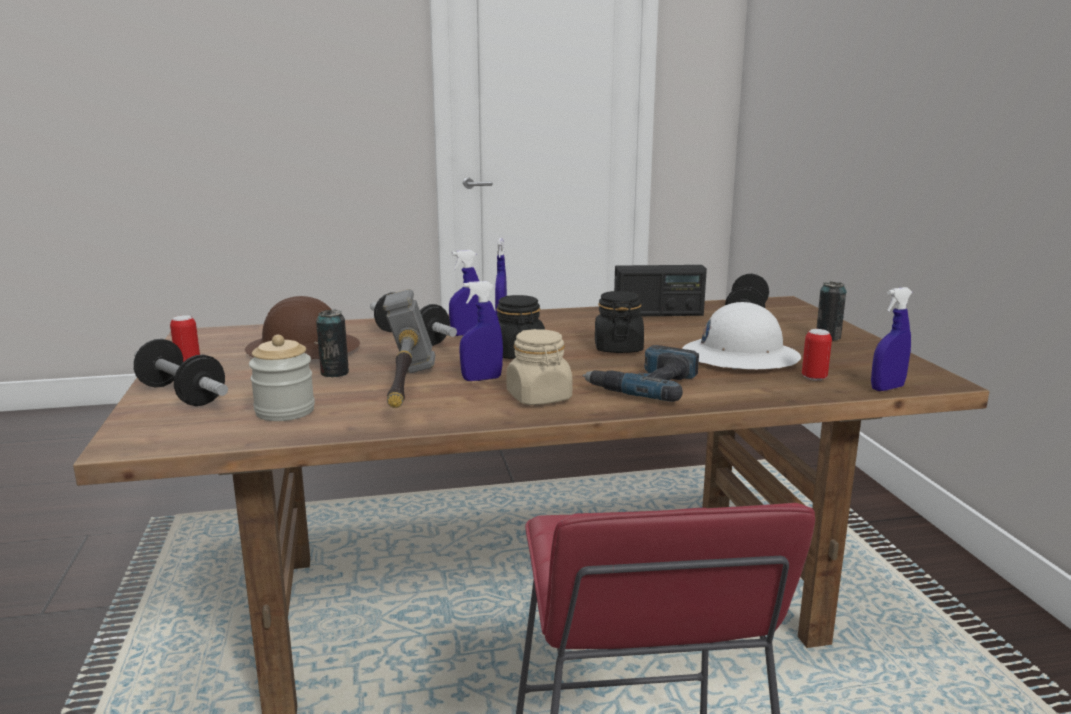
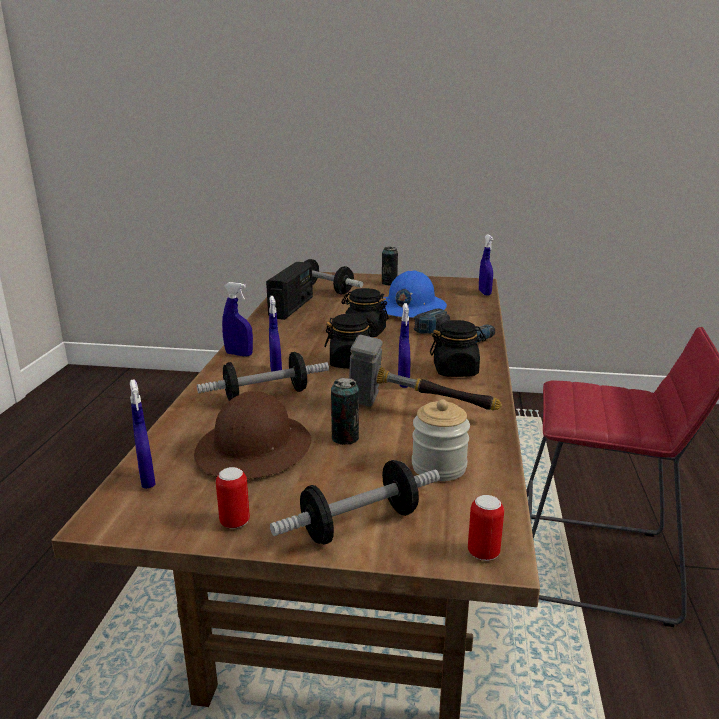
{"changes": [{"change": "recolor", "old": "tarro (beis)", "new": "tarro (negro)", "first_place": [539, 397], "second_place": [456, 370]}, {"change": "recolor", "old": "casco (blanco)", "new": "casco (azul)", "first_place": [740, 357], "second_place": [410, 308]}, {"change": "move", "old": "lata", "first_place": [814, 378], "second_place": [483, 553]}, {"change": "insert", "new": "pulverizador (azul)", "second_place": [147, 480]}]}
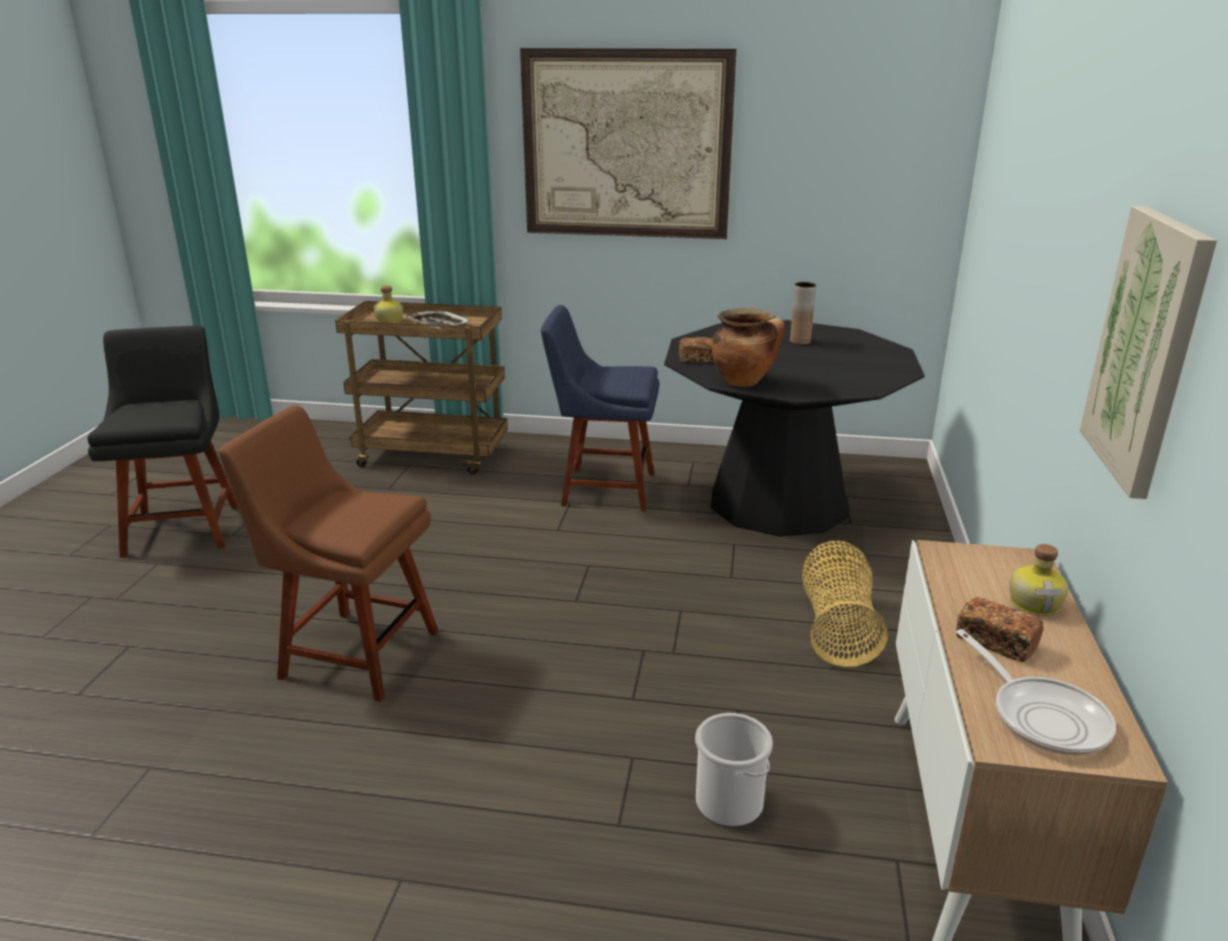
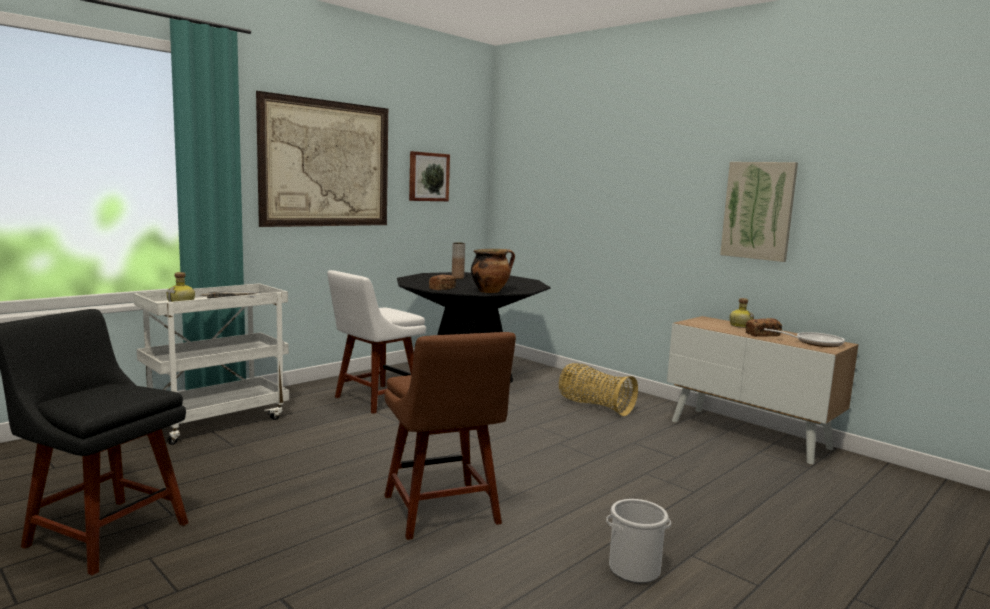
{"changes": [{"change": "rotate", "old": "silla (marrón)", "first_place": [353, 652], "second_place": [443, 512], "degrees": -75}, {"change": "recolor", "old": "carrito (marrón)", "new": "carrito (blanco)", "first_place": [434, 455], "second_place": [218, 421]}, {"change": "recolor", "old": "silla (azul)", "new": "silla (blanco)", "first_place": [602, 488], "second_place": [374, 399]}, {"change": "move", "old": "cubo", "first_place": [730, 802], "second_place": [634, 569]}, {"change": "insert", "new": "cuadro", "second_place": [428, 177]}]}
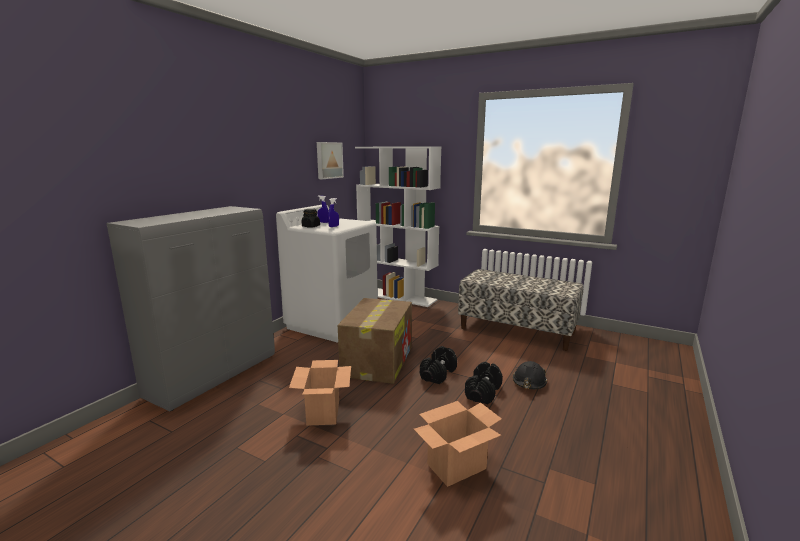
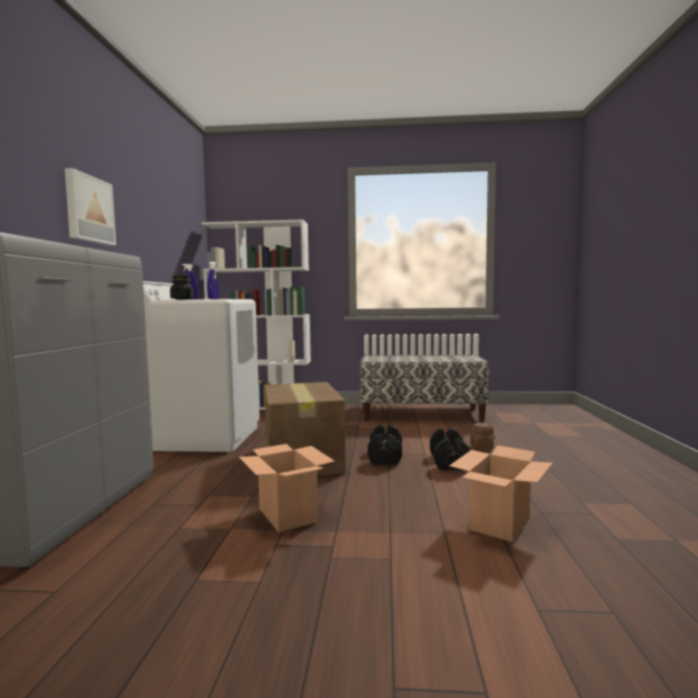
{"changes": [{"change": "move", "old": "cuadro", "first_place": [328, 160], "second_place": [88, 209]}, {"change": "replace", "old": "casco (negro)", "new": "tarro (marrón)", "first_place": [529, 382], "second_place": [481, 447]}]}
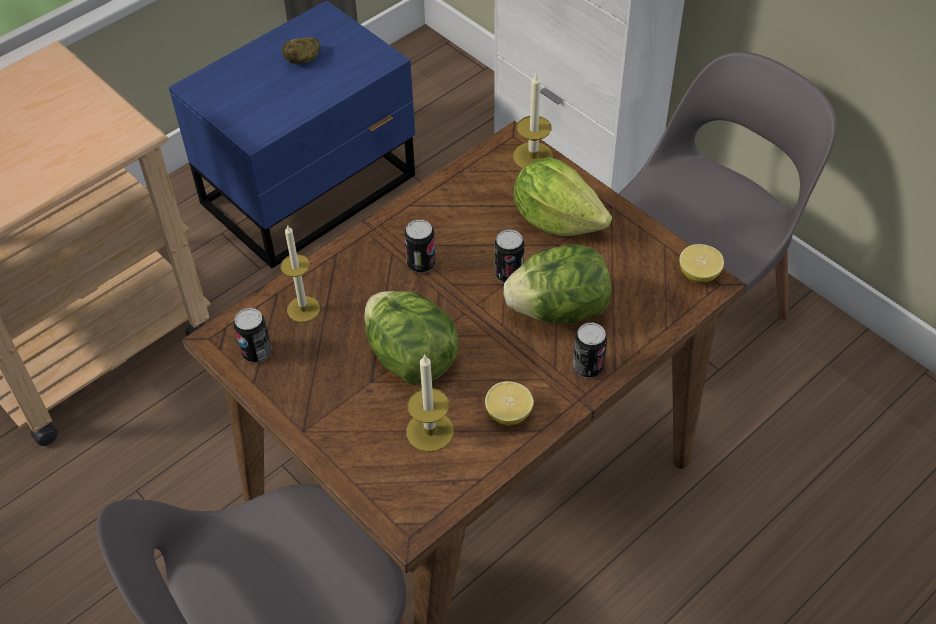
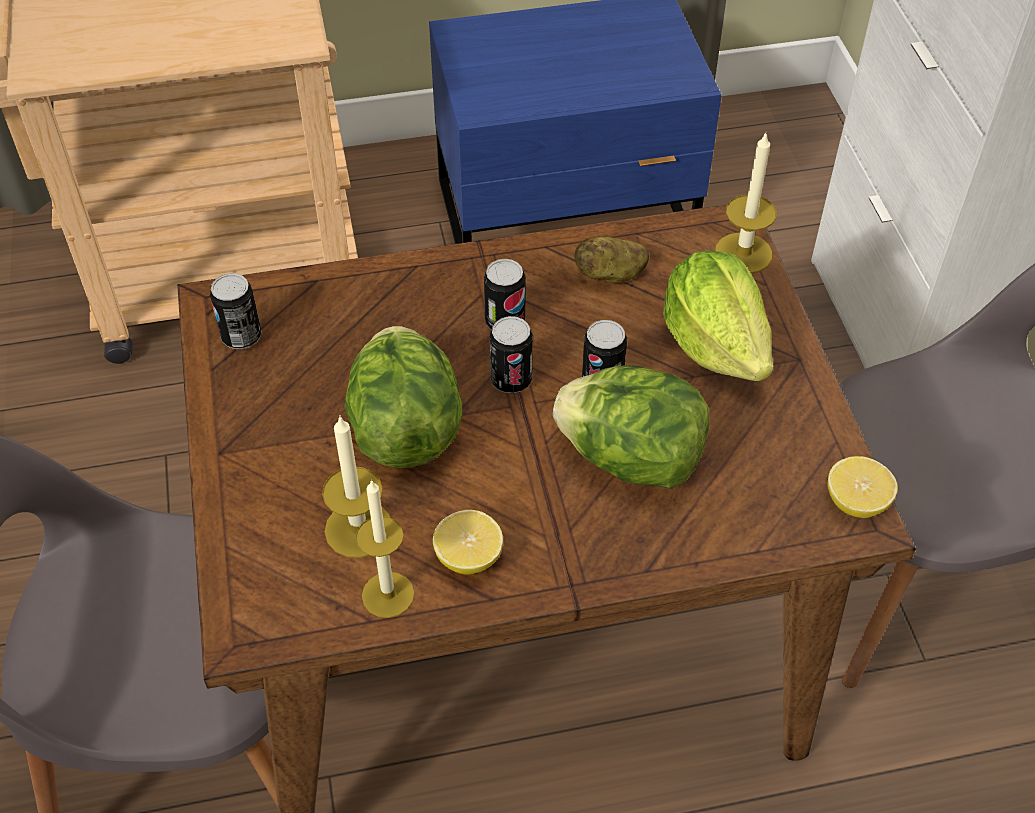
{"changes": [{"change": "move", "old": "vela", "first_place": [303, 309], "second_place": [388, 594]}, {"change": "move", "old": "patata", "first_place": [303, 59], "second_place": [610, 275]}, {"change": "move", "old": "lata", "first_place": [588, 367], "second_place": [511, 380]}]}
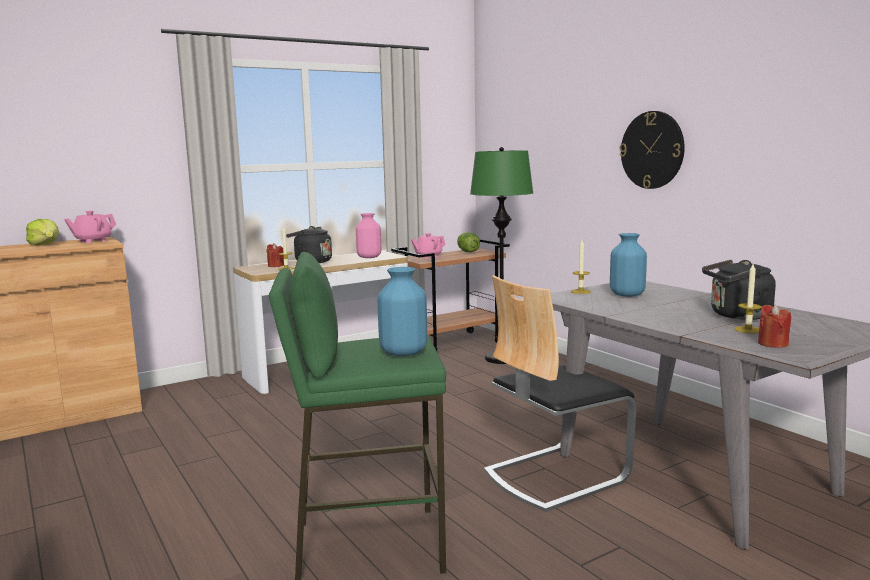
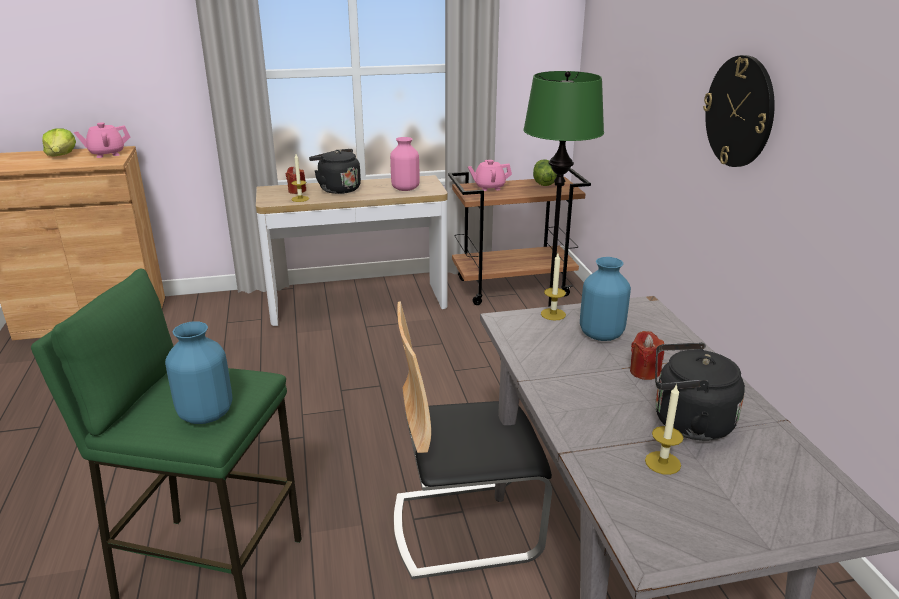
{"changes": [{"change": "move", "old": "vela (rojo)", "first_place": [772, 344], "second_place": [644, 372]}]}
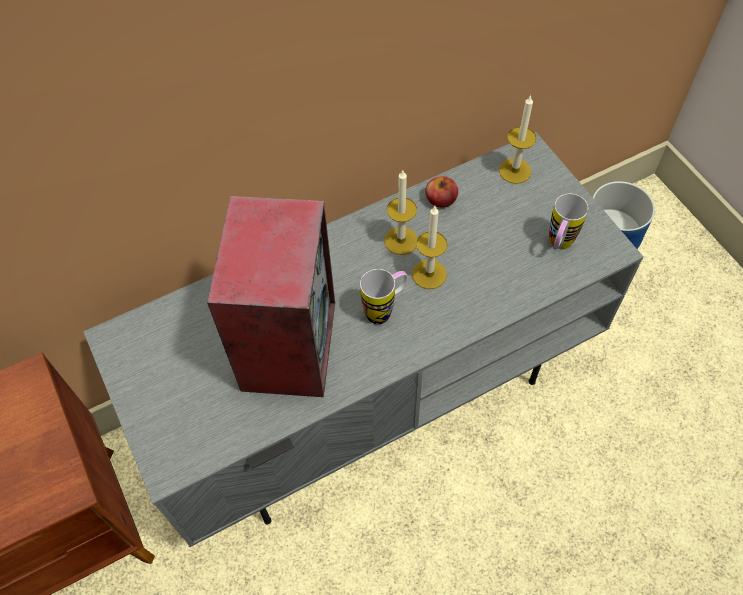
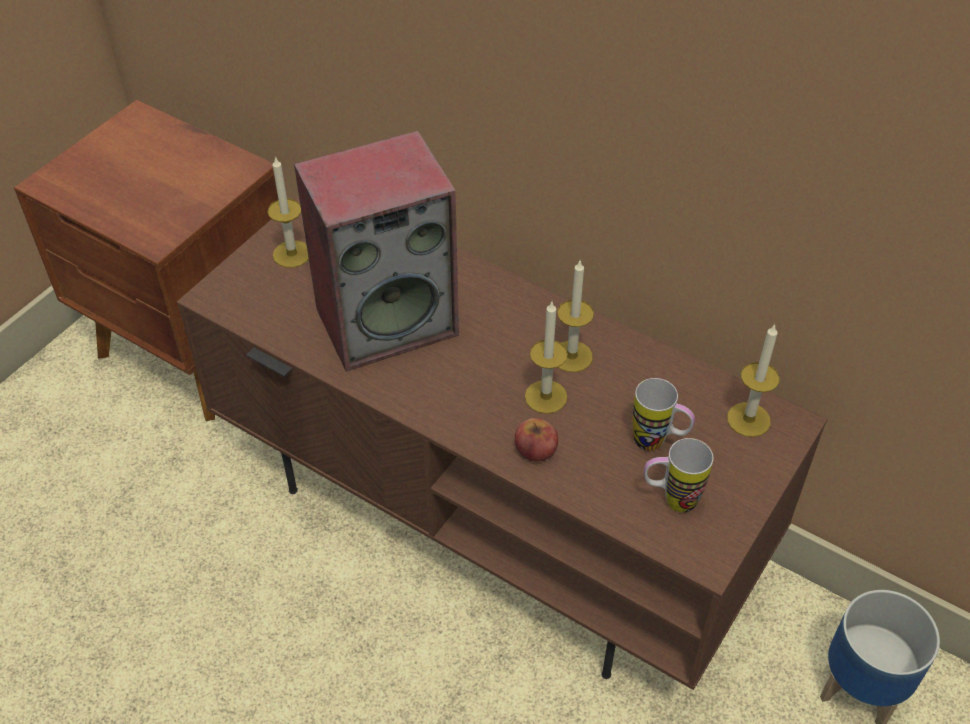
{"changes": [{"change": "recolor", "old": "mueble de televisión (gris)", "new": "mueble de televisión (marrón)", "first_place": [374, 391], "second_place": [491, 517]}, {"change": "move", "old": "taza grande", "first_place": [385, 310], "second_place": [658, 443]}, {"change": "move", "old": "manzana", "first_place": [441, 199], "second_place": [535, 449]}, {"change": "insert", "new": "vela", "second_place": [292, 254]}]}
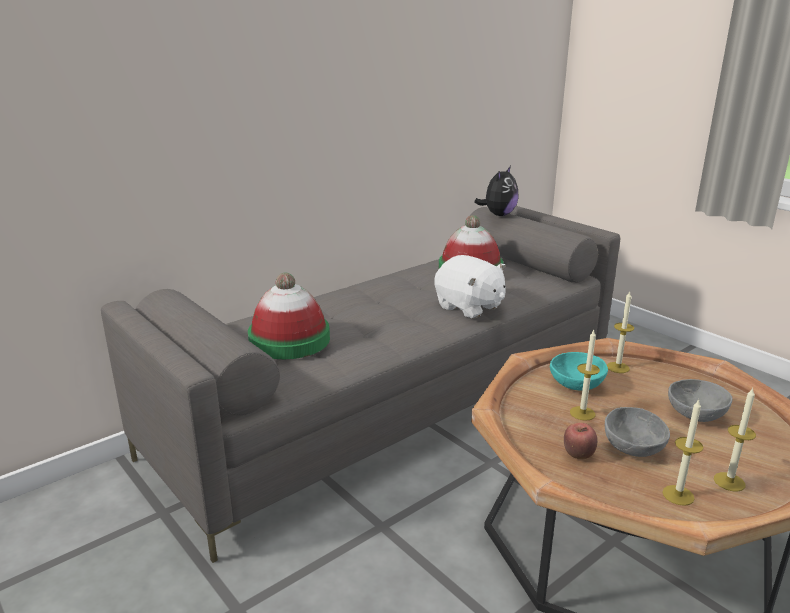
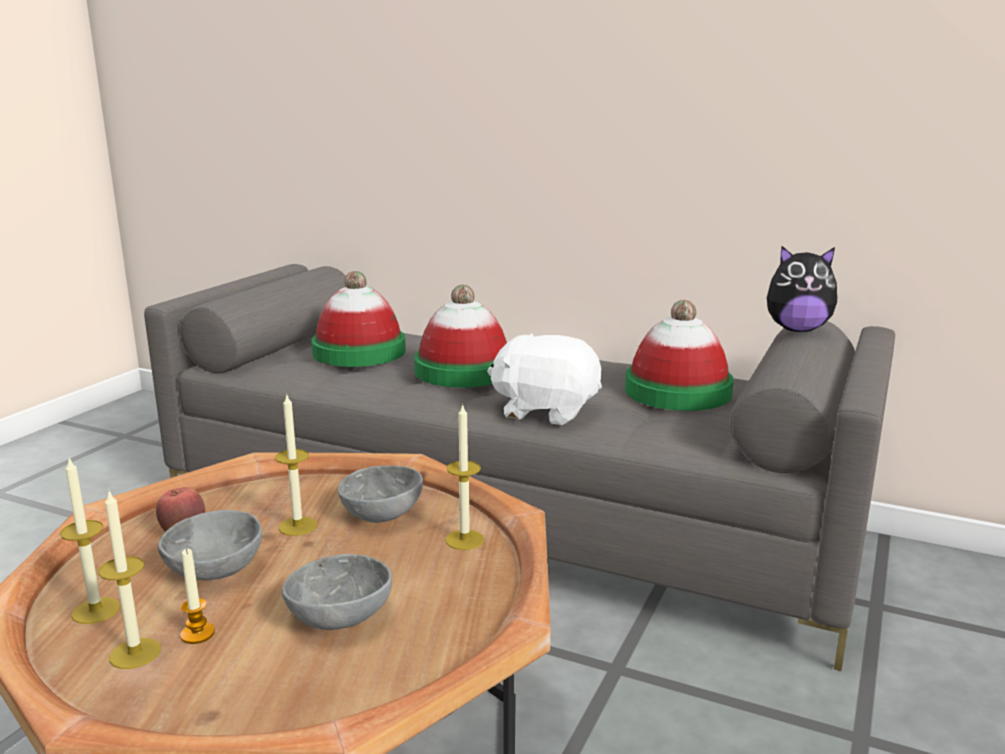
{"changes": [{"change": "rotate", "old": "peluche (blanco)", "first_place": [469, 307], "second_place": [546, 410], "degrees": 90}, {"change": "recolor", "old": "cuenco (turquesa)", "new": "cuenco (gris)", "first_place": [576, 385], "second_place": [380, 514]}, {"change": "insert", "new": "vela", "second_place": [197, 634]}, {"change": "insert", "new": "sombrero", "second_place": [464, 370]}]}
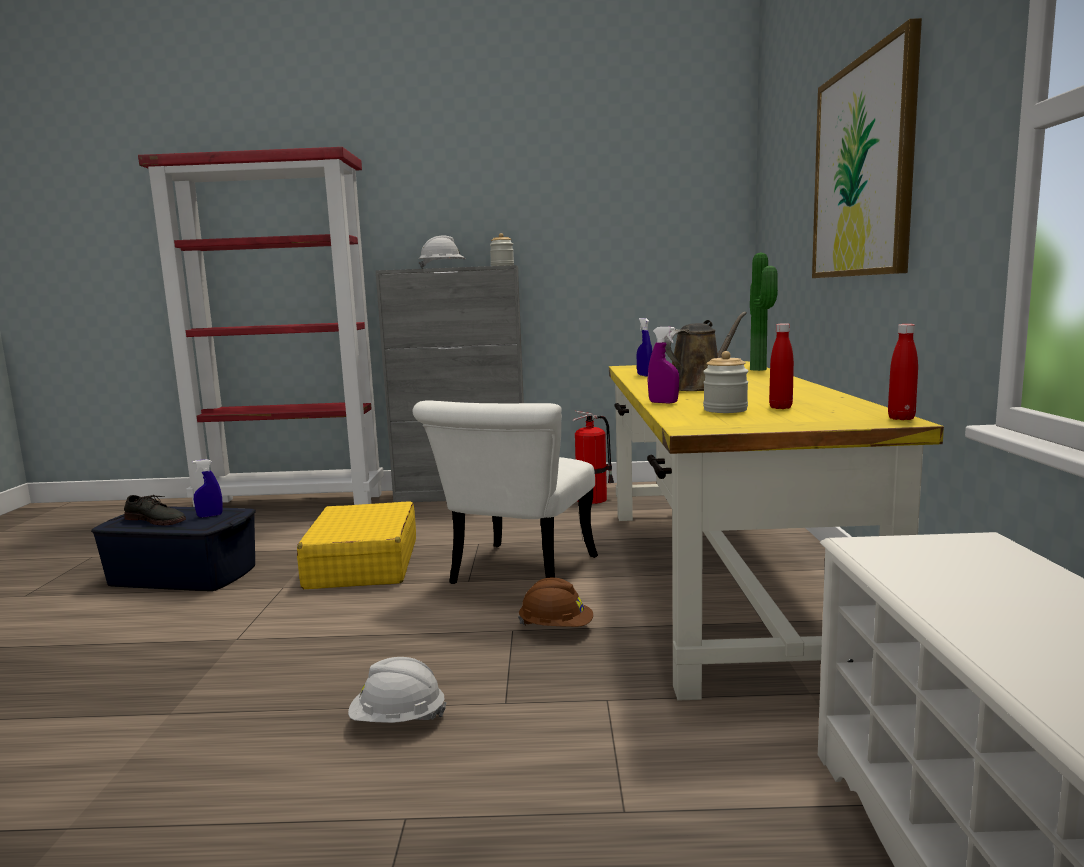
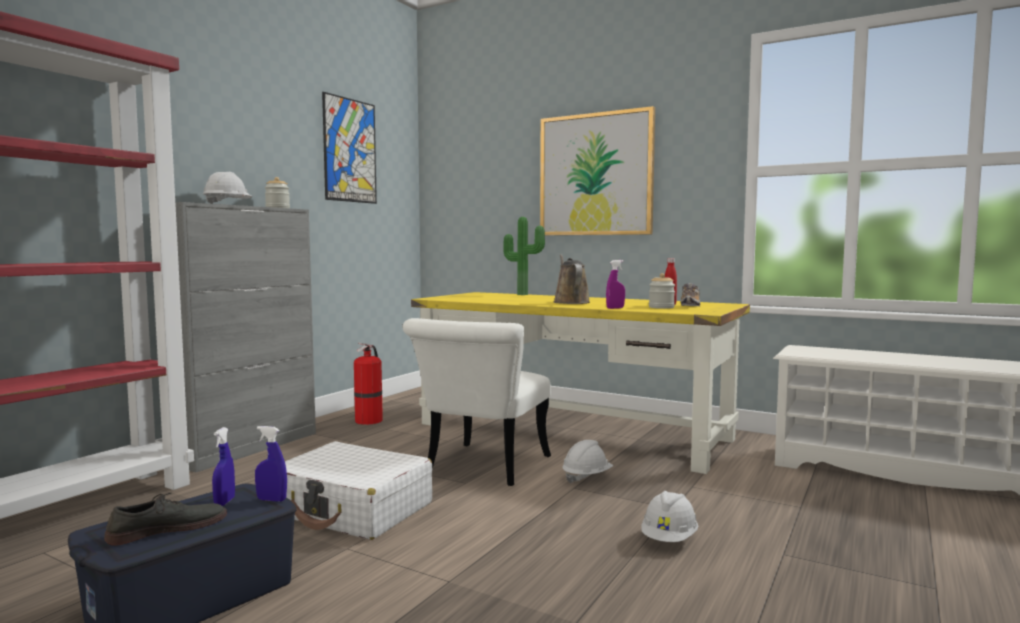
{"changes": [{"change": "recolor", "old": "maleta (amarillo)", "new": "maleta (blanco)", "first_place": [362, 564], "second_place": [352, 509]}, {"change": "rotate", "old": "silla (blanco)", "first_place": [517, 576], "second_place": [482, 469], "degrees": 60}, {"change": "recolor", "old": "casco (marrón)", "new": "casco (blanco)", "first_place": [556, 628], "second_place": [586, 477]}, {"change": "move", "old": "pulverizador (azul)", "first_place": [644, 375], "second_place": [271, 500]}, {"change": "delete", "old": "botella (rojo)", "first_place": [901, 418]}, {"change": "insert", "new": "cuadro", "second_place": [350, 150]}, {"change": "insert", "new": "zapato", "second_place": [690, 305]}]}
